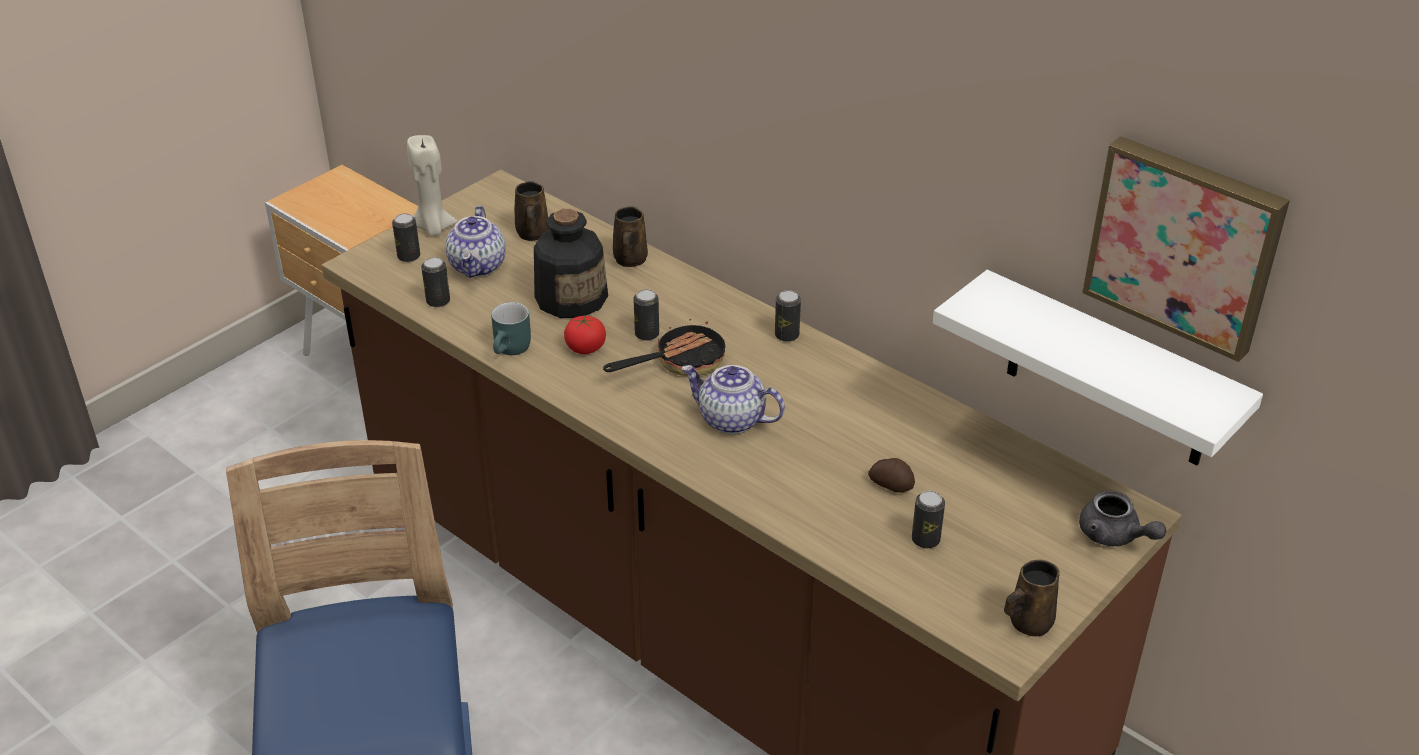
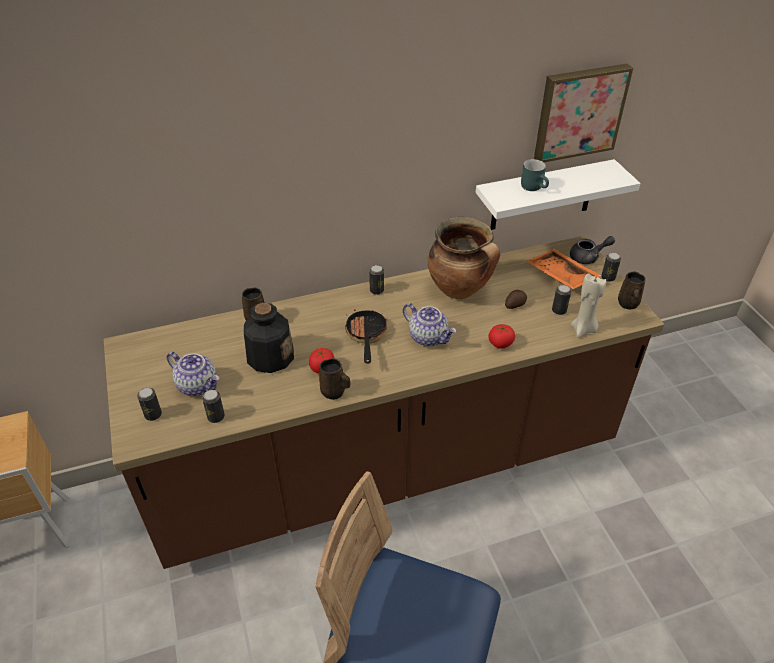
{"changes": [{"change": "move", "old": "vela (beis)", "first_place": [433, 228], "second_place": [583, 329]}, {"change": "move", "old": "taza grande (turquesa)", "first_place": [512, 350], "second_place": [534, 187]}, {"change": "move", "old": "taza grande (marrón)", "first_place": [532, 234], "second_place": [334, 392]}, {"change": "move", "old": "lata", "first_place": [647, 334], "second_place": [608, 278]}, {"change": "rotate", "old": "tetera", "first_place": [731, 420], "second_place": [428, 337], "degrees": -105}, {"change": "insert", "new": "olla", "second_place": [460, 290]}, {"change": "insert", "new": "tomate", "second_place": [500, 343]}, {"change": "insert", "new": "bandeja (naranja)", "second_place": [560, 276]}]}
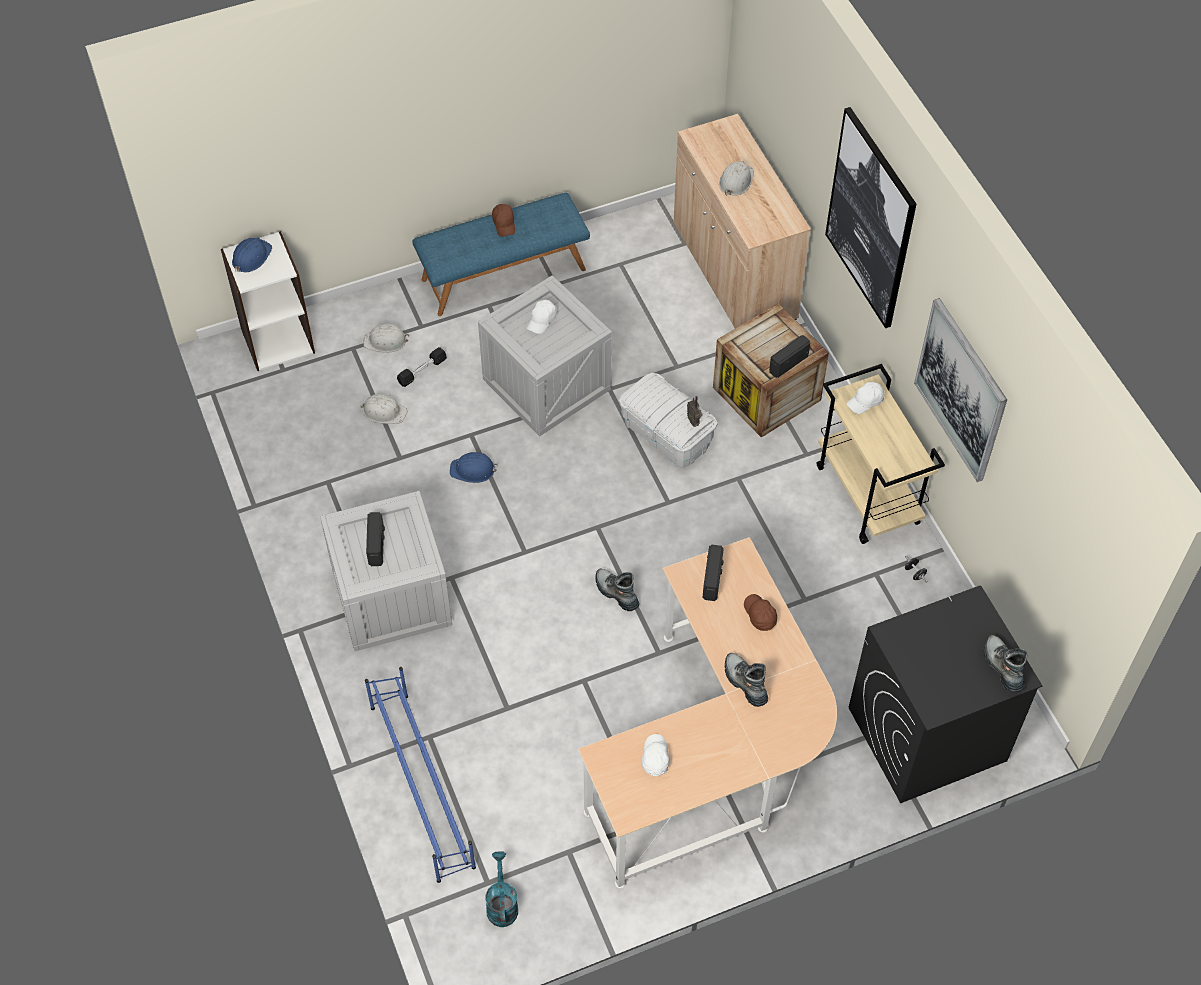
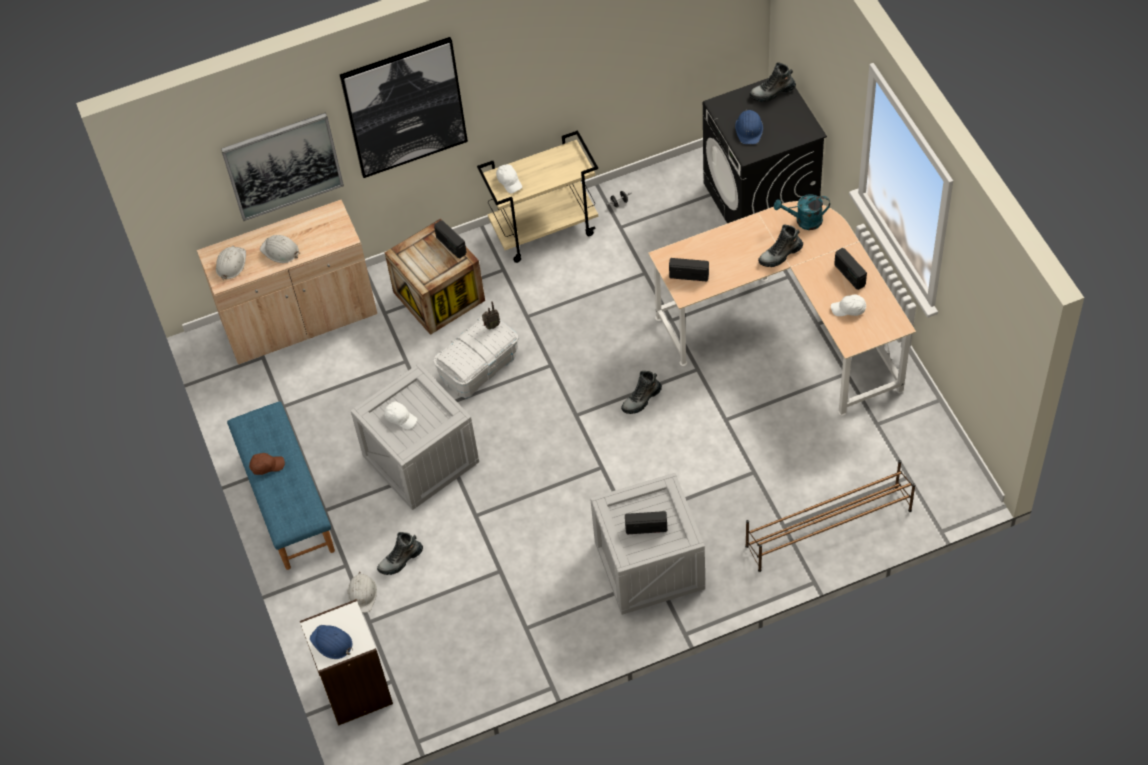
{"changes": [{"change": "move", "old": "casco (blanco)", "first_place": [384, 411], "second_place": [231, 264]}, {"change": "recolor", "old": "zapatero (azul)", "new": "zapatero (marrón)", "first_place": [422, 784], "second_place": [827, 528]}, {"change": "replace", "old": "mancuerna (negro)", "new": "bota", "first_place": [422, 371], "second_place": [400, 560]}, {"change": "move", "old": "casco (azul)", "first_place": [473, 470], "second_place": [749, 129]}, {"change": "move", "old": "regadera (turquesa)", "first_place": [501, 903], "second_place": [804, 221]}, {"change": "delete", "old": "gorra (marrón)", "first_place": [759, 615]}, {"change": "move", "old": "cuadro", "first_place": [961, 390], "second_place": [283, 165]}, {"change": "insert", "new": "radio", "second_place": [849, 275]}]}
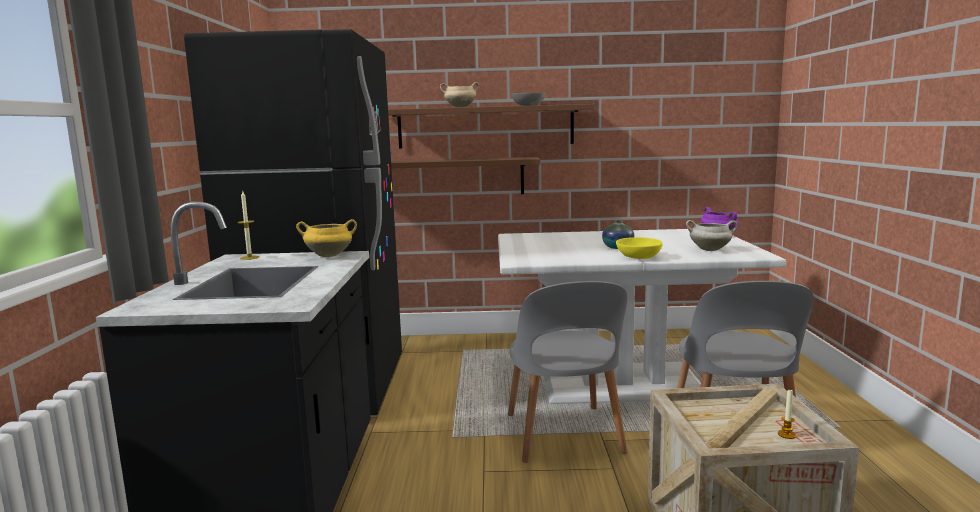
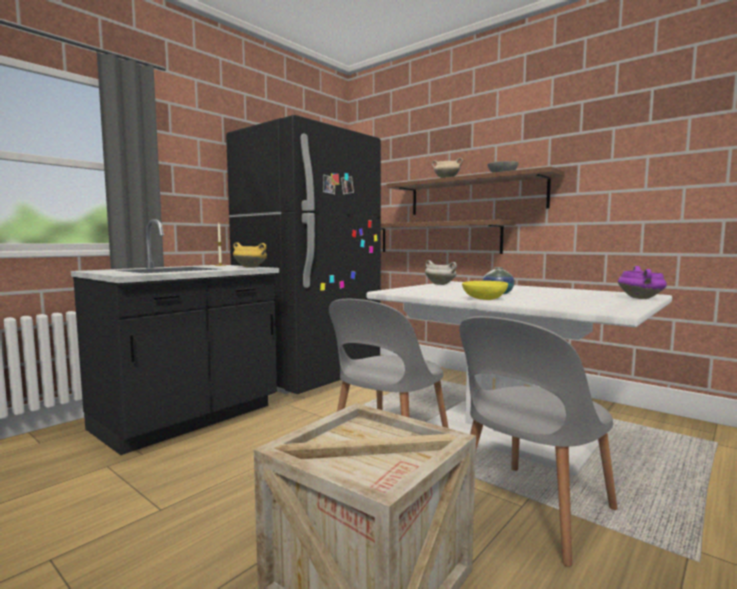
{"changes": [{"change": "move", "old": "olla (blanco)", "first_place": [710, 250], "second_place": [441, 284]}, {"change": "delete", "old": "vela", "first_place": [786, 435]}]}
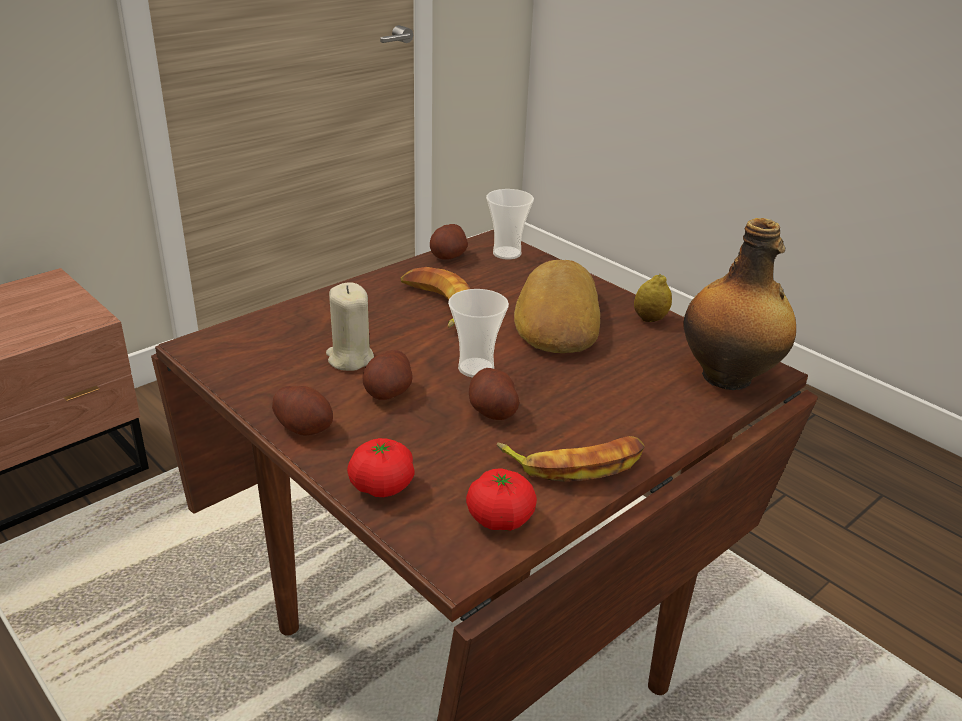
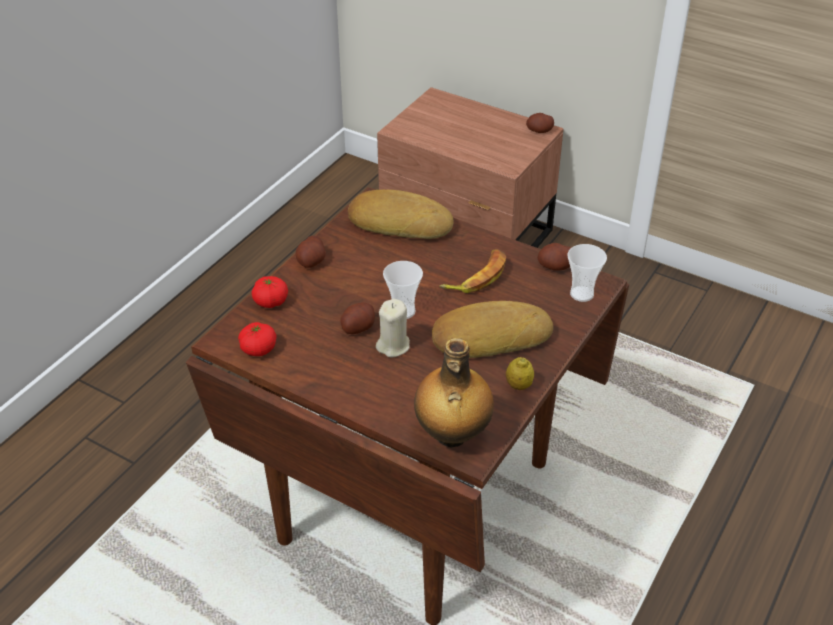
{"changes": [{"change": "move", "old": "vela (beis)", "first_place": [350, 358], "second_place": [393, 346]}, {"change": "move", "old": "patata", "first_place": [388, 392], "second_place": [539, 131]}, {"change": "delete", "old": "plátano", "first_place": [575, 463]}, {"change": "insert", "new": "pan", "second_place": [400, 222]}]}
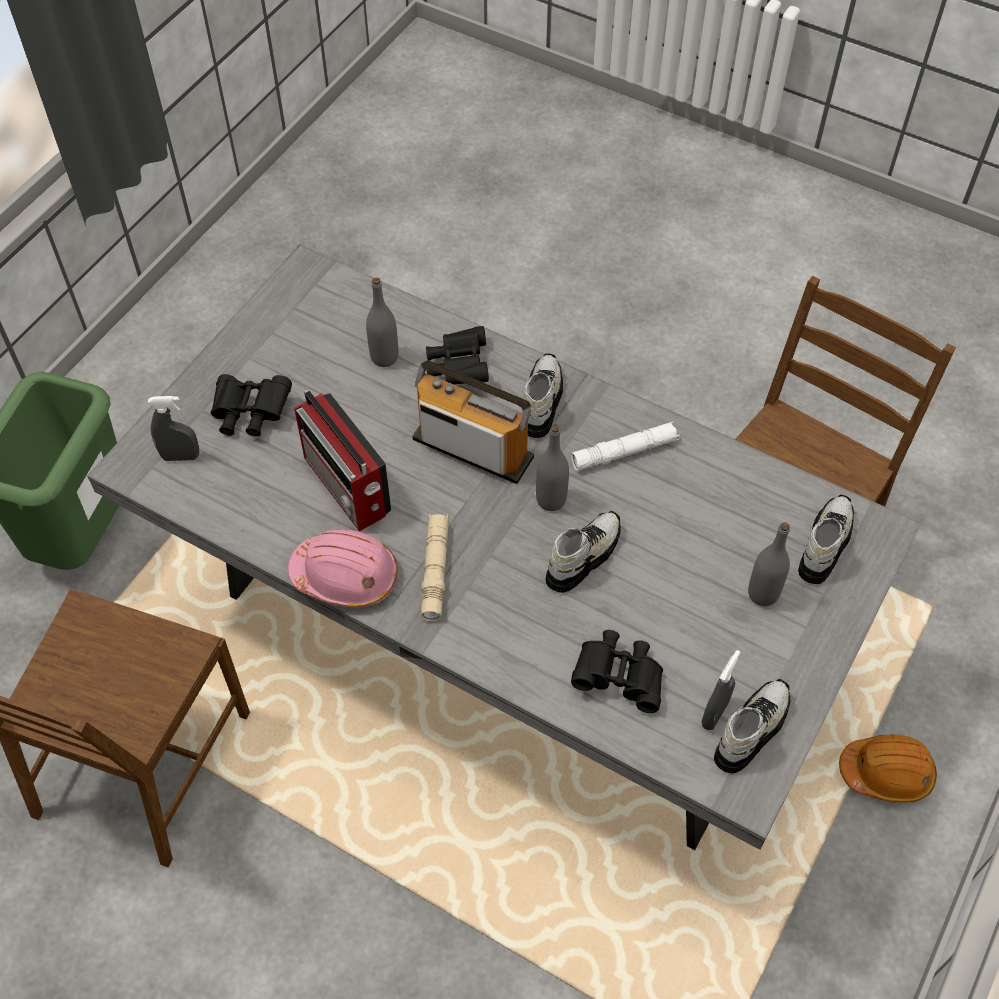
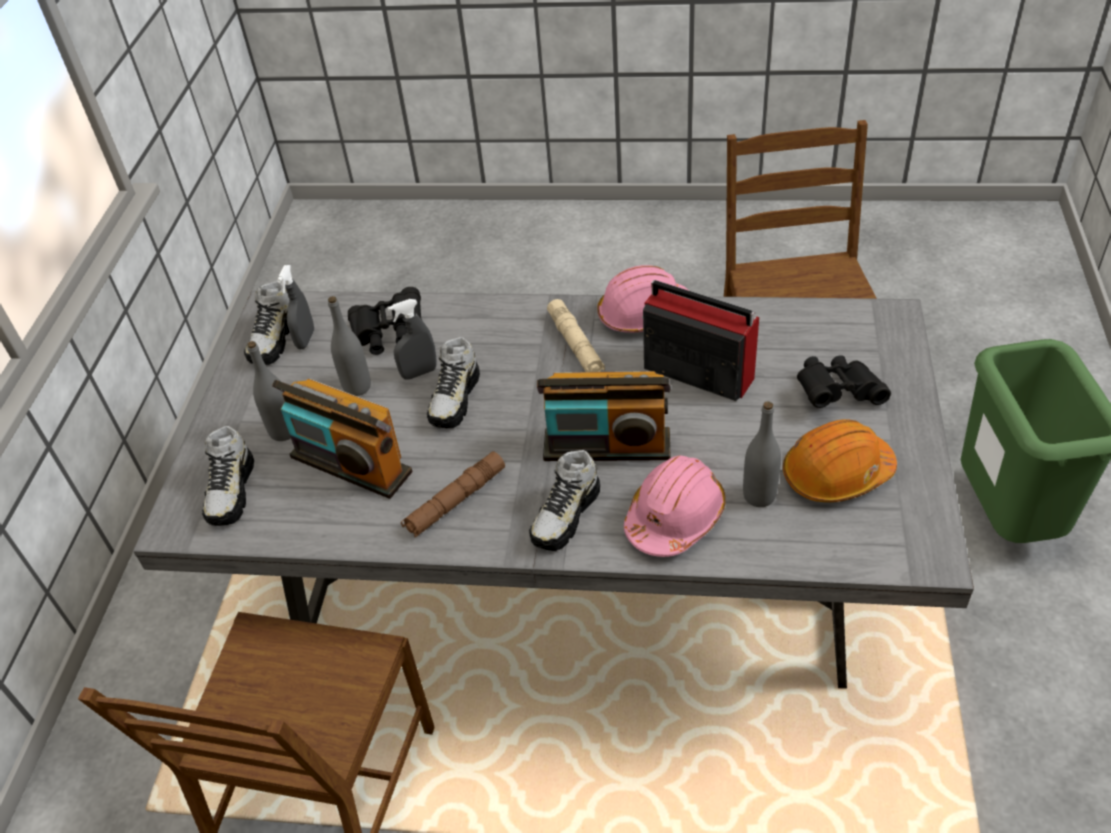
{"changes": [{"change": "move", "old": "pulverizador (gris)", "first_place": [180, 456], "second_place": [419, 373]}, {"change": "replace", "old": "prismáticos (negro)", "new": "casco (rosa)", "first_place": [459, 367], "second_place": [675, 517]}, {"change": "rotate", "old": "zapato", "first_place": [541, 402], "second_place": [566, 516], "degrees": 45}, {"change": "move", "old": "botella (gris)", "first_place": [551, 500], "second_place": [357, 387]}, {"change": "recolor", "old": "linterna (blanco)", "new": "linterna (marrón)", "first_place": [625, 452], "second_place": [455, 501]}, {"change": "move", "old": "casco (naranja)", "first_place": [886, 773], "second_place": [836, 474]}, {"change": "insert", "new": "radio", "second_place": [351, 465]}]}
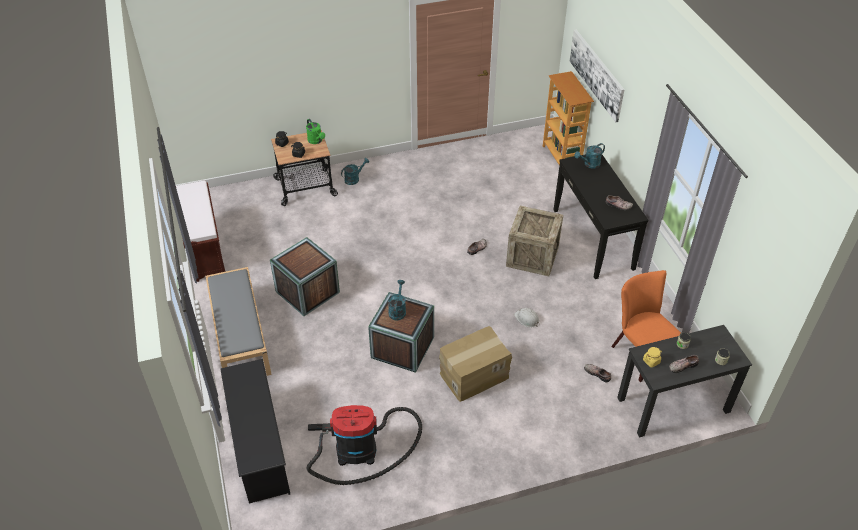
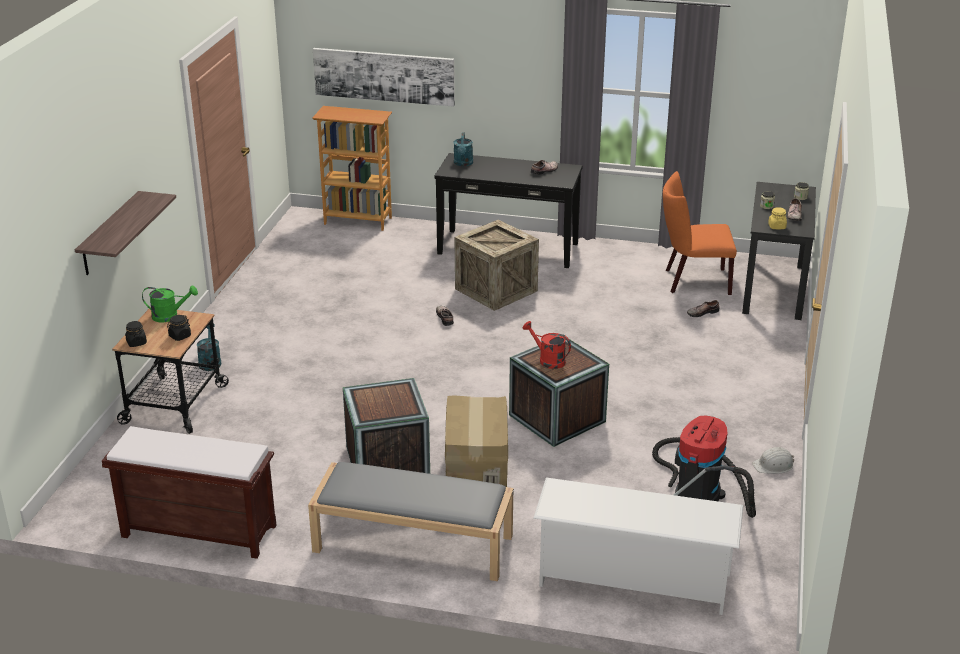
{"changes": [{"change": "recolor", "old": "zapatero (negro)", "new": "zapatero (blanco)", "first_place": [259, 447], "second_place": [633, 580]}, {"change": "recolor", "old": "regadera (turquesa)", "new": "regadera (rojo)", "first_place": [397, 310], "second_place": [548, 360]}, {"change": "move", "old": "caja de cartón", "first_place": [473, 375], "second_place": [475, 467]}, {"change": "move", "old": "casco (blanco)", "first_place": [526, 319], "second_place": [774, 465]}, {"change": "insert", "new": "estante", "second_place": [110, 234]}]}
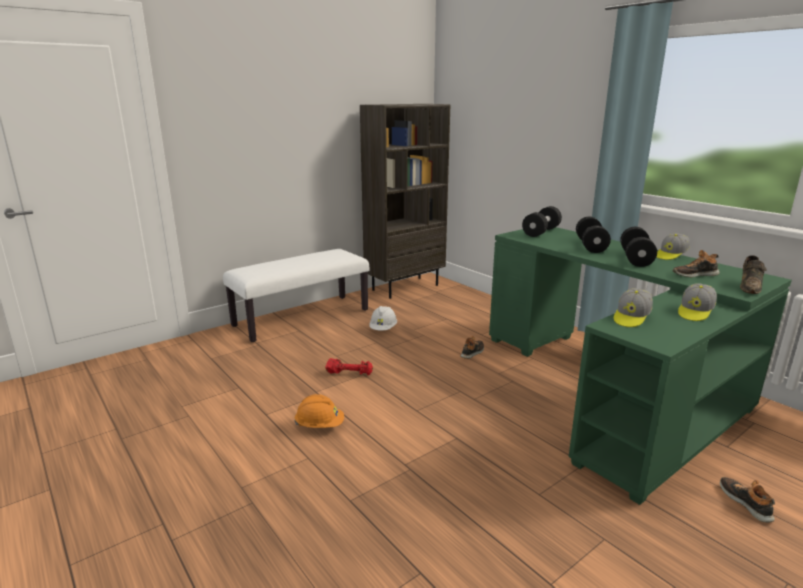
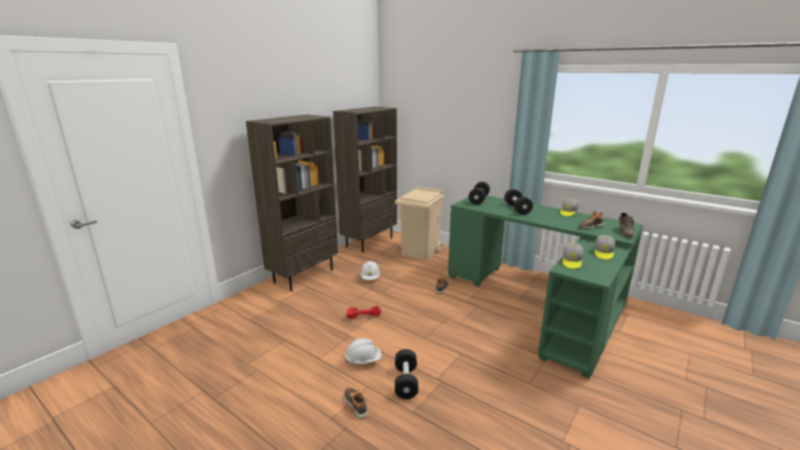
{"changes": [{"change": "replace", "old": "banco (blanco)", "new": "estantería (marrón)", "first_place": [302, 317], "second_place": [304, 275]}, {"change": "recolor", "old": "casco (naranja)", "new": "casco (blanco)", "first_place": [320, 425], "second_place": [363, 360]}, {"change": "move", "old": "mancuerna (negro)", "first_place": [635, 258], "second_place": [406, 382]}, {"change": "move", "old": "zapato", "first_place": [746, 503], "second_place": [356, 405]}, {"change": "insert", "new": "papelera (beis)", "second_place": [420, 252]}]}
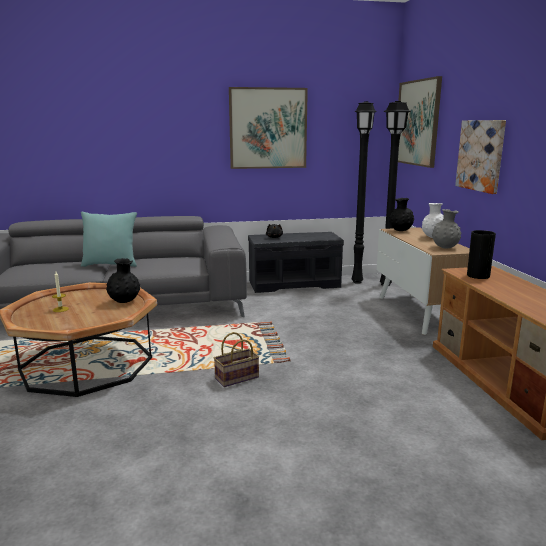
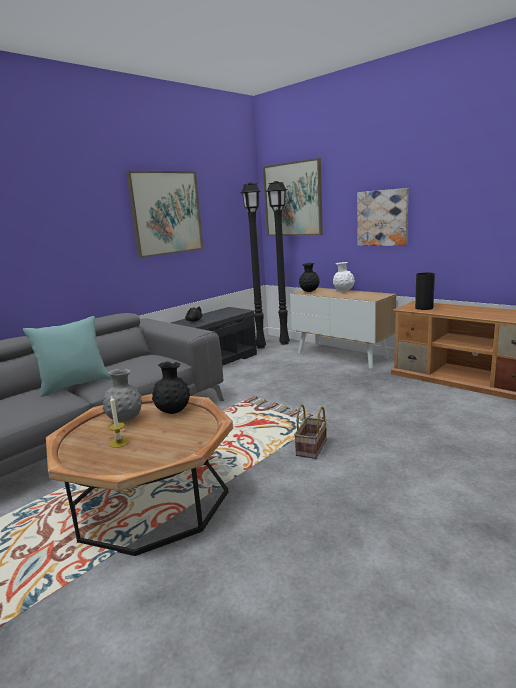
{"changes": [{"change": "move", "old": "florero (gris)", "first_place": [445, 248], "second_place": [125, 420]}]}
